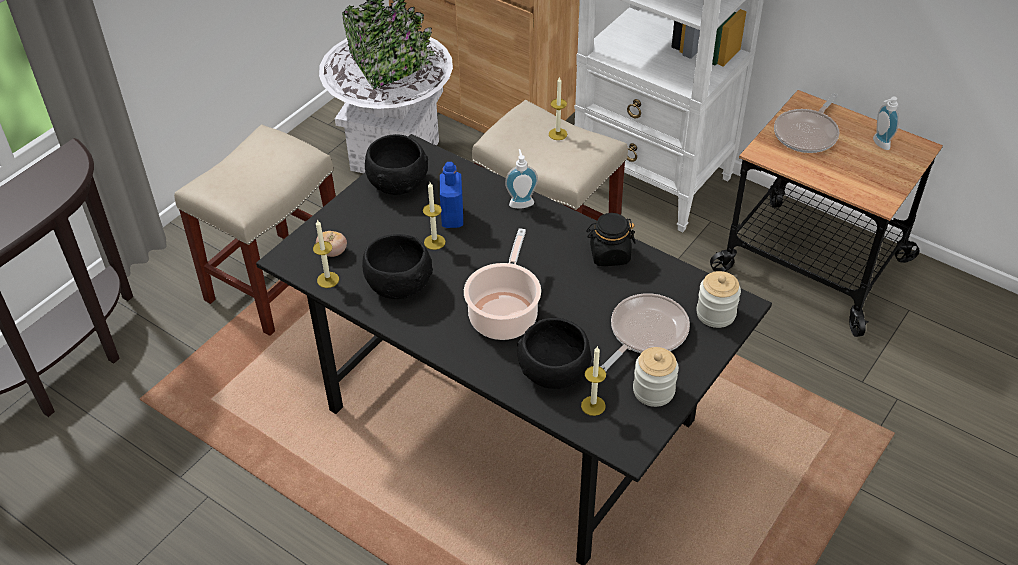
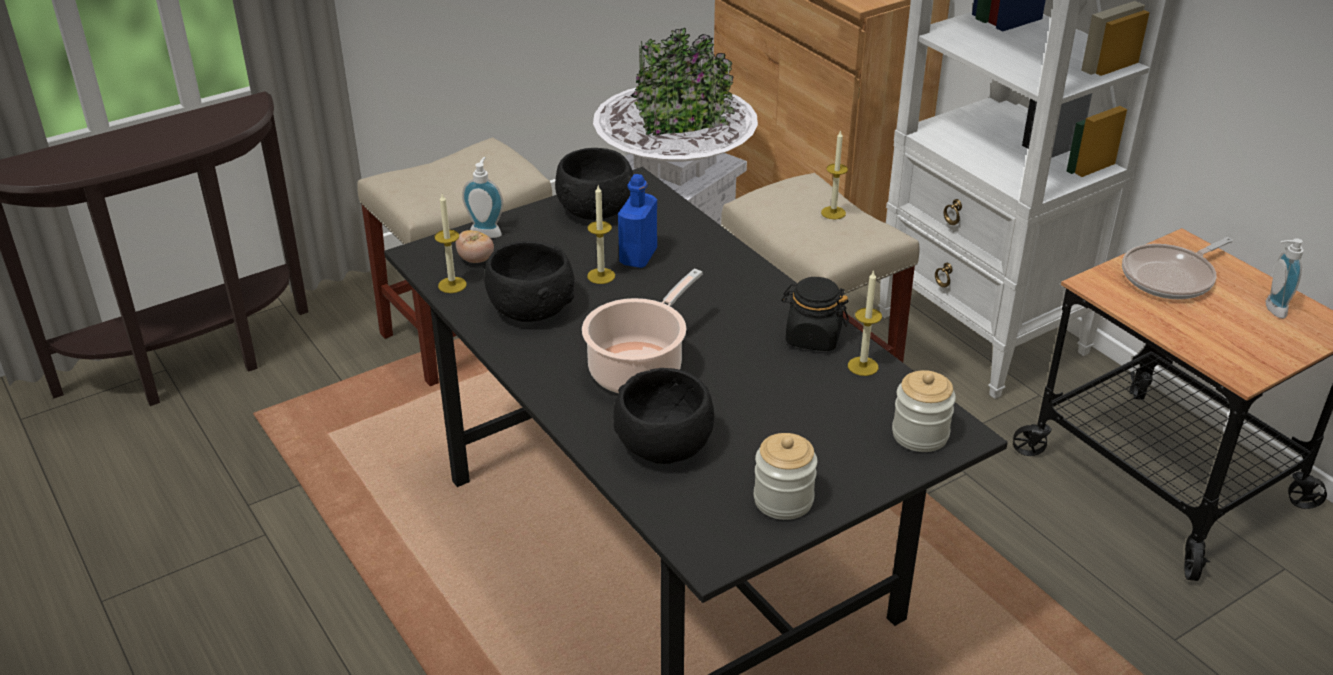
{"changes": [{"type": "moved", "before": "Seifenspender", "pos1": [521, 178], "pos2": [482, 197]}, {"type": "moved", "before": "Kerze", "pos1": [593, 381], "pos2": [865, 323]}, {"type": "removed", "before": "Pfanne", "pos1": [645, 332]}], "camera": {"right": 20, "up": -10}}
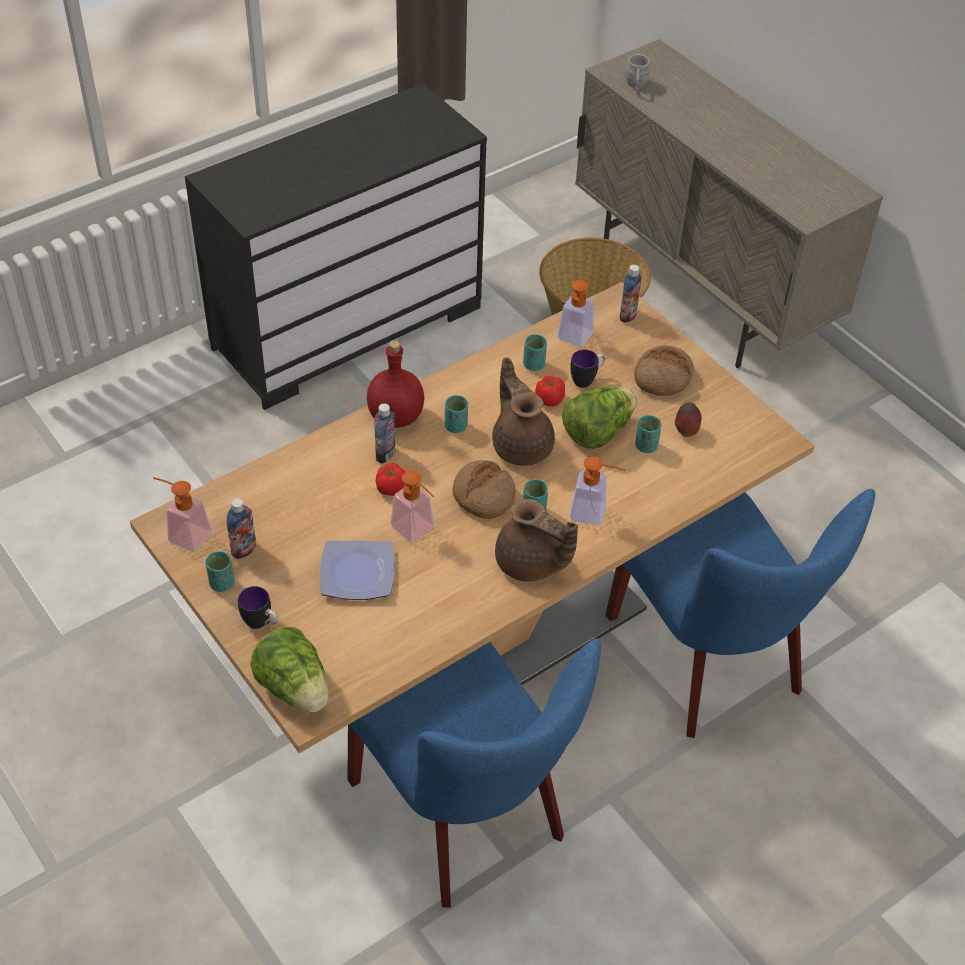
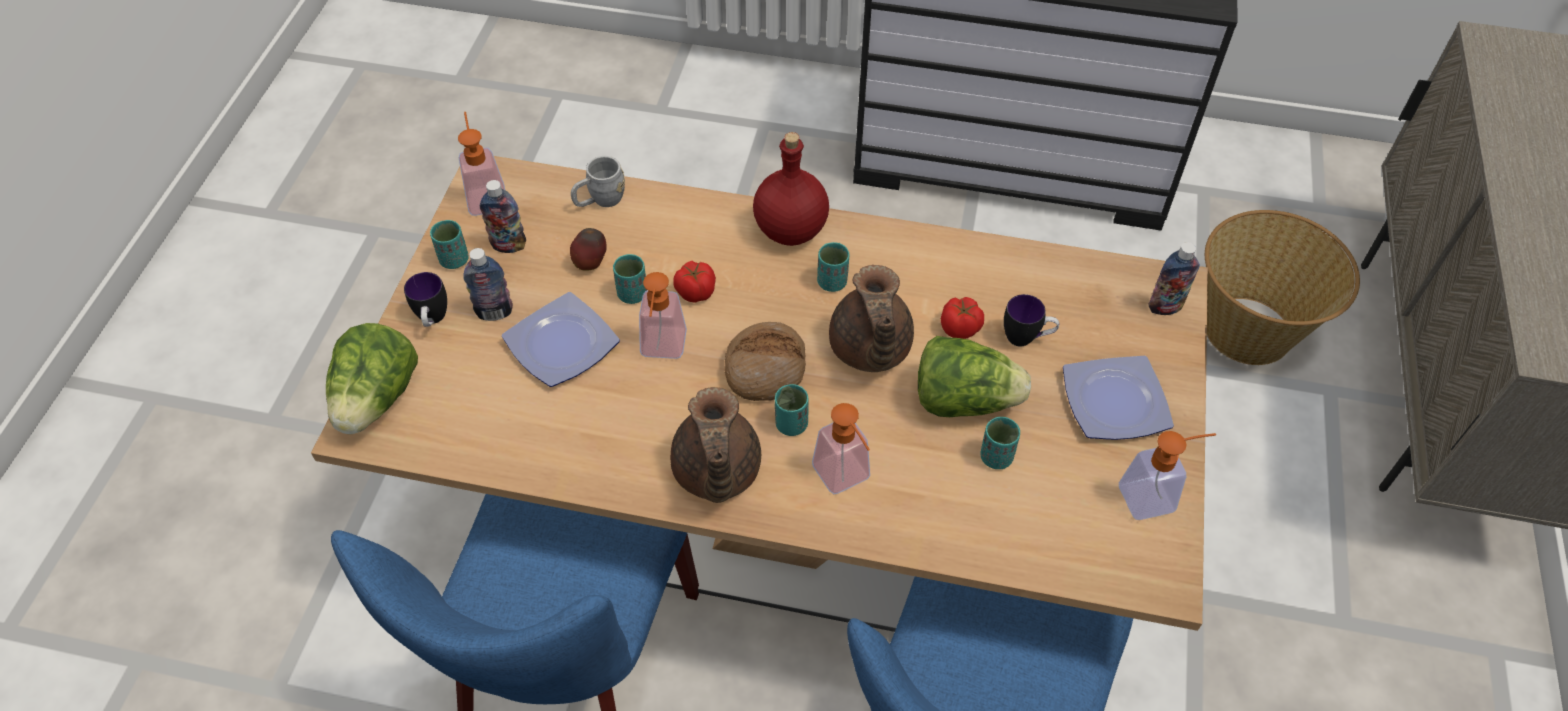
{"changes": [{"type": "moved", "before": "Flasche", "pos1": [384, 433], "pos2": [488, 284]}, {"type": "turned", "before": "Teekanne/braun", "pos1": [523, 411], "pos2": [871, 318], "turn": 150}, {"type": "moved", "before": "Tasse/türkis", "pos1": [535, 352], "pos2": [630, 279]}, {"type": "moved", "before": "Seifenspender", "pos1": [575, 308], "pos2": [1167, 475]}, {"type": "moved", "before": "Henkelbecher/grau", "pos1": [638, 72], "pos2": [598, 181]}, {"type": "replaced", "before": "Brot", "after": "Teller", "pos1": [664, 370], "pos2": [1118, 398]}, {"type": "moved", "before": "Apfel", "pos1": [688, 419], "pos2": [588, 249]}], "camera": {"right": 50, "up": 5}}
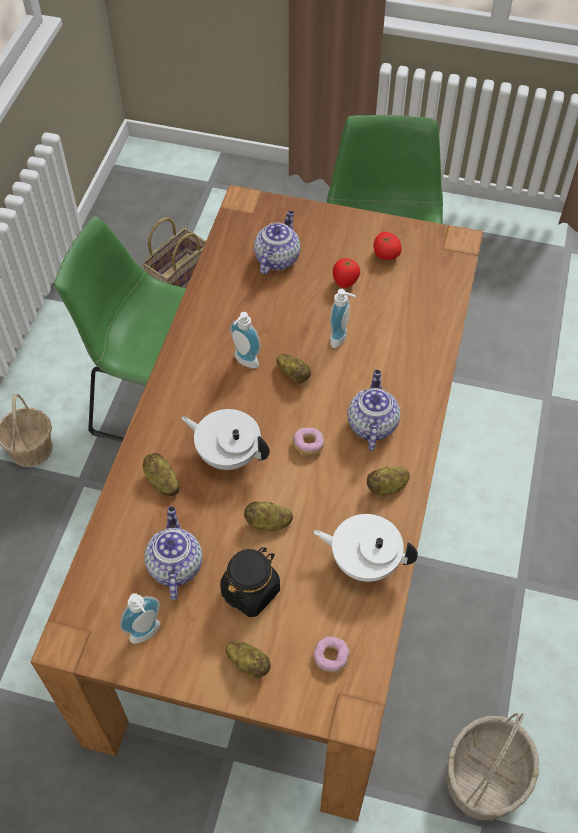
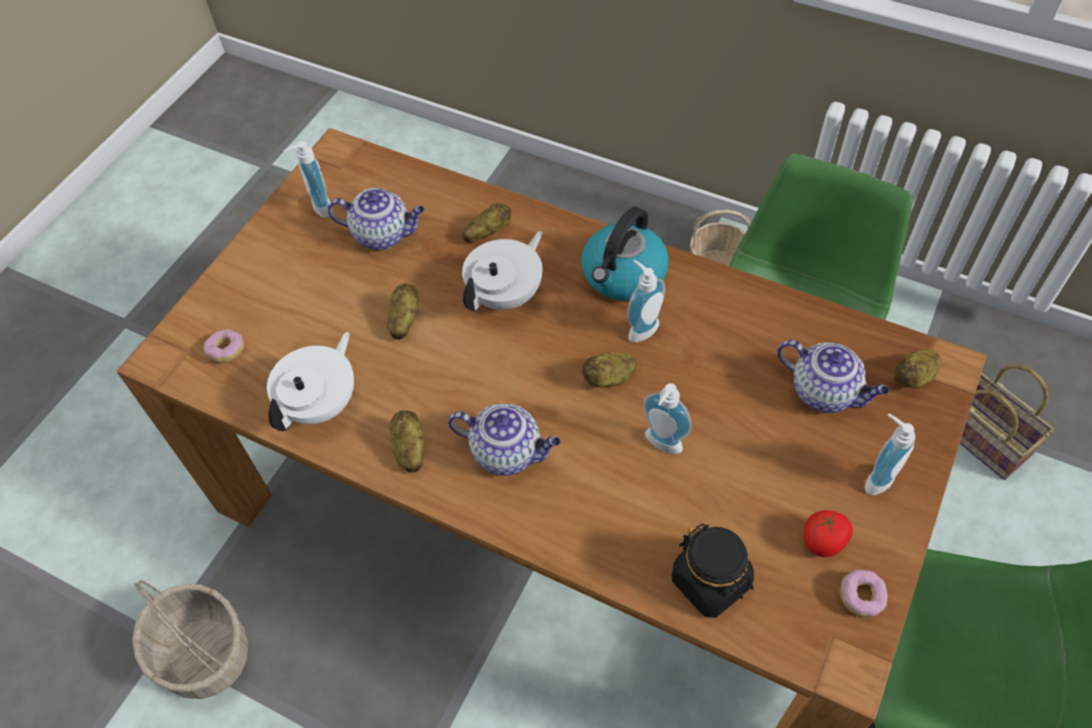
{"changes": [{"type": "moved", "before": "Vorratsglas/schwarz", "pos1": [250, 582], "pos2": [713, 571]}, {"type": "moved", "before": "Kartoffel", "pos1": [248, 660], "pos2": [917, 369]}, {"type": "moved", "before": "Donut", "pos1": [308, 441], "pos2": [863, 593]}, {"type": "removed", "before": "Tomate", "pos1": [346, 273]}, {"type": "added", "after": "Wasserkessel", "pos2": [625, 254]}, {"type": "added", "after": "Seifenspender", "pos2": [890, 454]}], "camera": {"right": 105, "up": 0}}
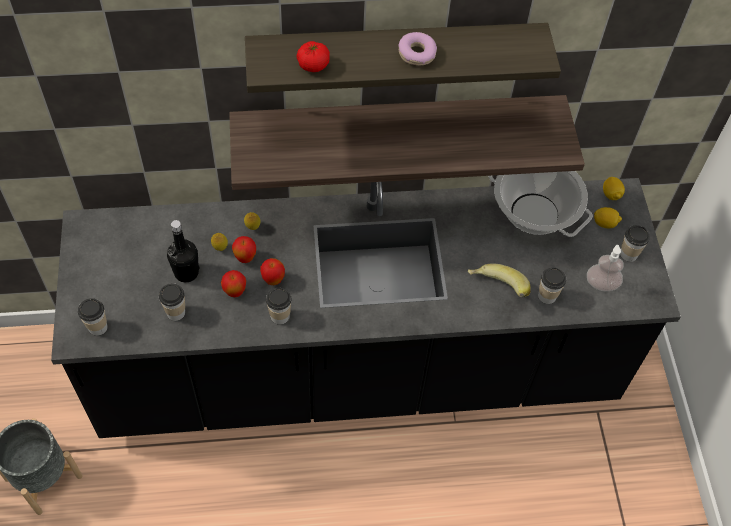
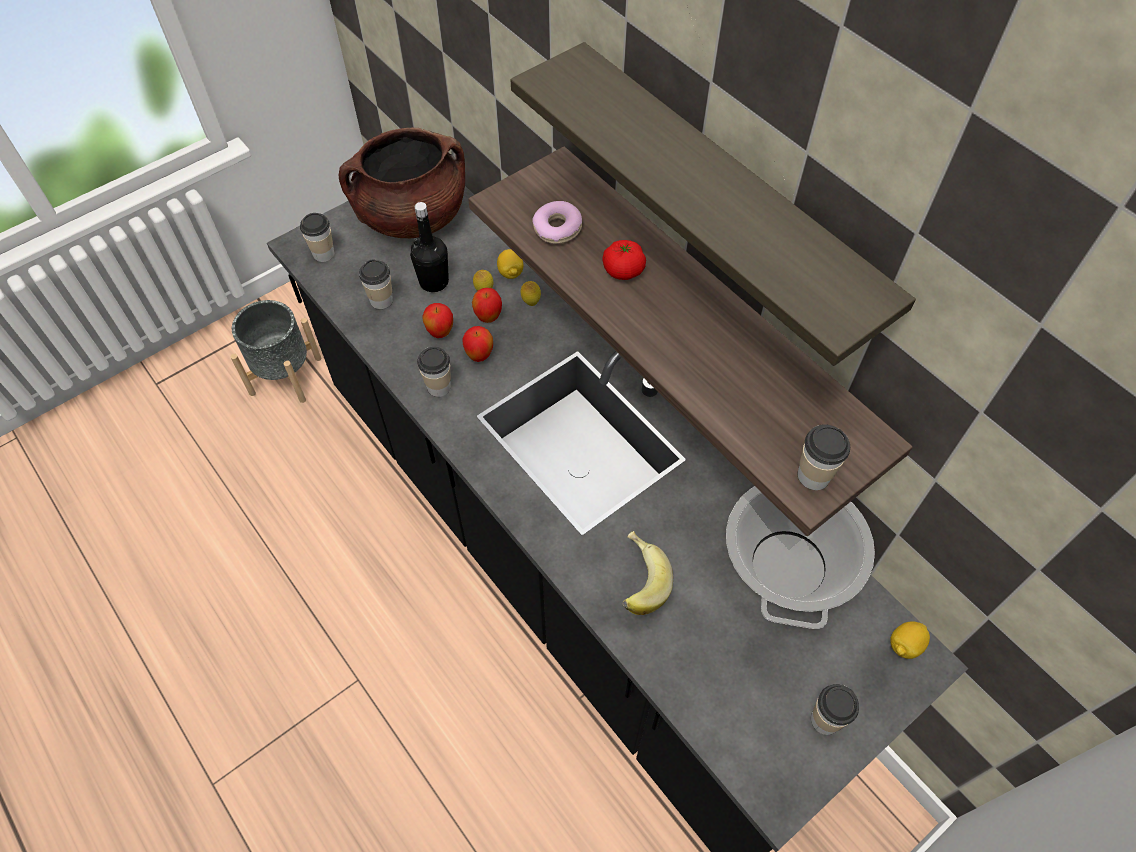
{"changes": [{"type": "moved", "before": "Tomate", "pos1": [313, 56], "pos2": [624, 260]}, {"type": "moved", "before": "Donut", "pos1": [418, 48], "pos2": [557, 222]}, {"type": "moved", "before": "Tasse", "pos1": [552, 286], "pos2": [824, 457]}, {"type": "removed", "before": "Seifenspender", "pos1": [605, 268]}, {"type": "moved", "before": "Zitrone", "pos1": [608, 217], "pos2": [510, 264]}, {"type": "added", "after": "Kochtopf/braun", "pos2": [402, 182]}], "camera": {"right": 60, "up": 0}}
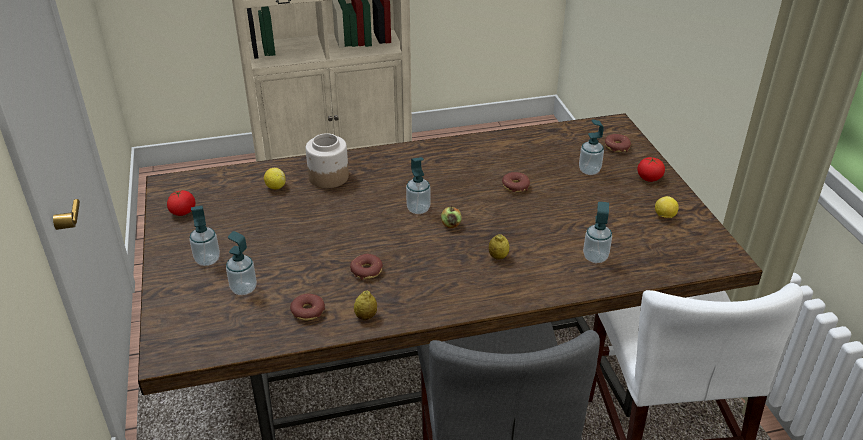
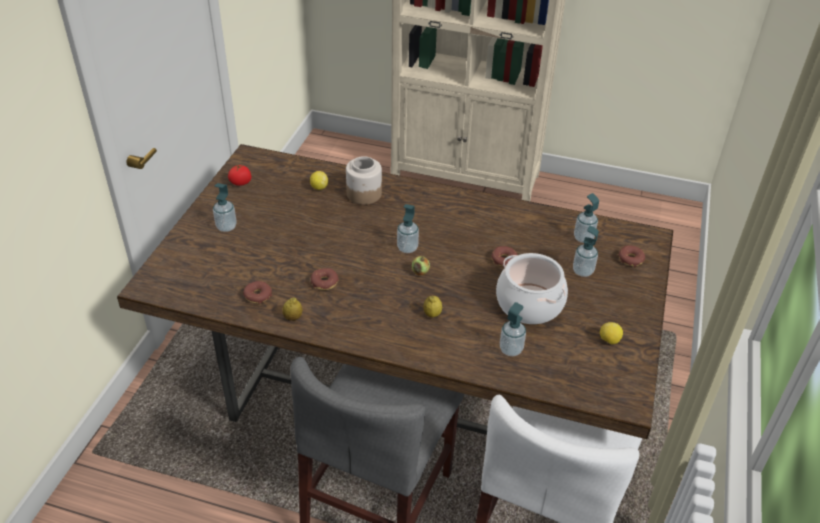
{"changes": [{"type": "moved", "before": "Seifenspender", "pos1": [241, 263], "pos2": [586, 218]}, {"type": "removed", "before": "Tomate", "pos1": [651, 169]}, {"type": "added", "after": "Kochtopf", "pos2": [532, 288]}], "camera": {"right": 30, "up": 5}}
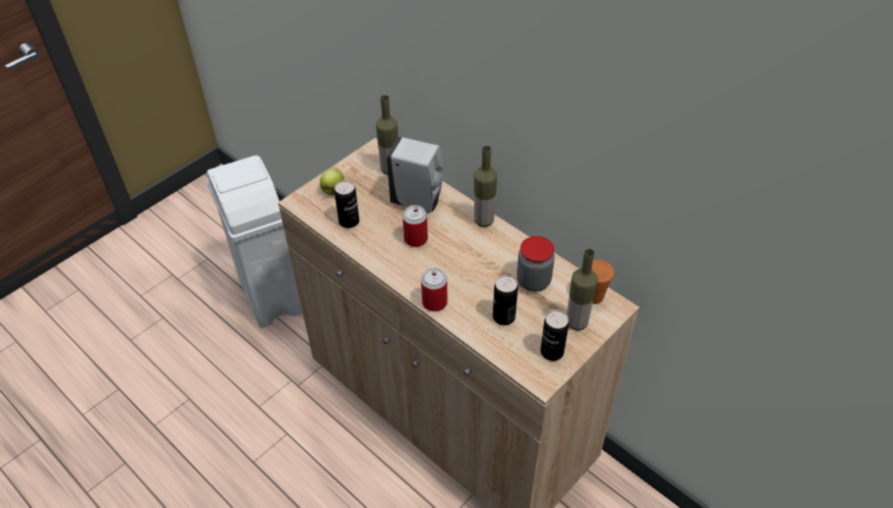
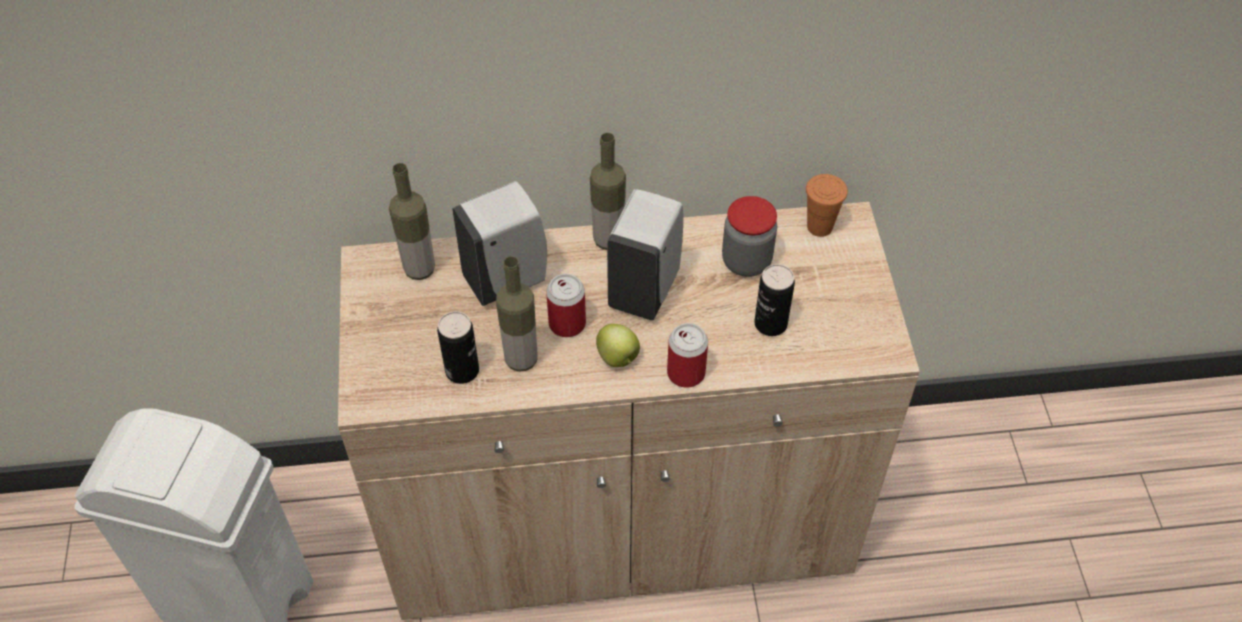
{"changes": [{"type": "moved", "before": "Apfel", "pos1": [332, 182], "pos2": [618, 345]}, {"type": "removed", "before": "Dose", "pos1": [554, 335]}, {"type": "moved", "before": "Flasche", "pos1": [582, 290], "pos2": [517, 314]}, {"type": "added", "after": "Seifenspender/weiß", "pos2": [645, 254]}], "camera": {"right": -50, "up": 5}}
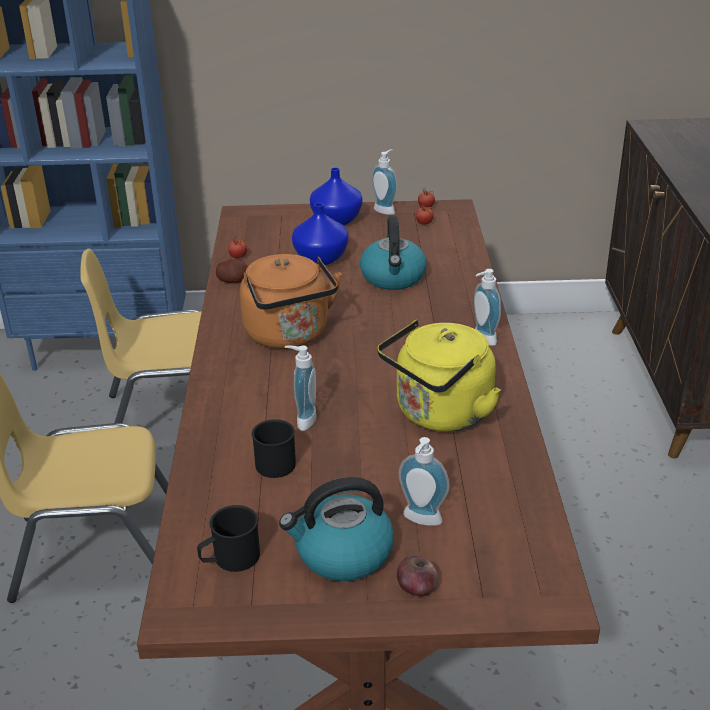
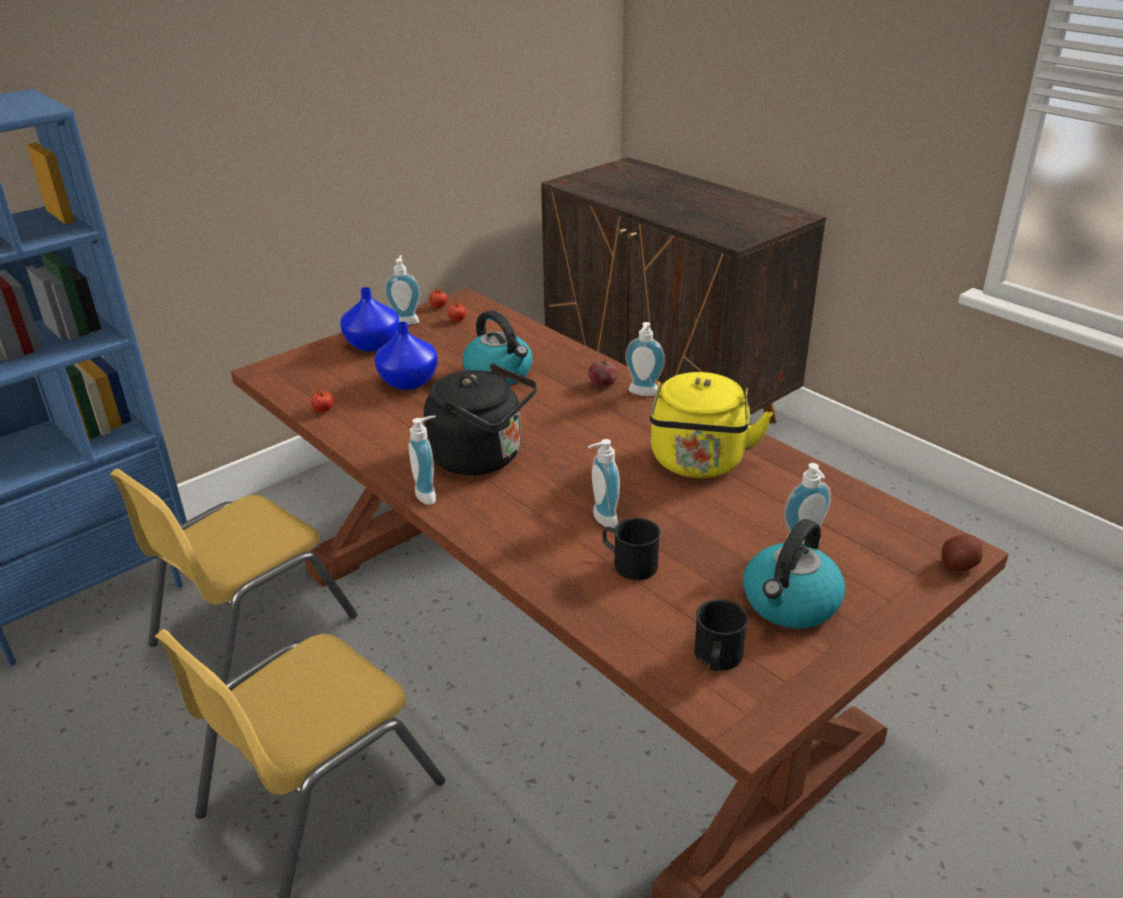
{"changes": [{"type": "moved", "before": "Kartoffel", "pos1": [232, 271], "pos2": [962, 553]}, {"type": "recoloured", "before": "Wasserkessel/orange", "after": "Wasserkessel/schwarz", "pos1": [291, 301], "pos2": [480, 419]}, {"type": "moved", "before": "Apfel", "pos1": [417, 576], "pos2": [602, 372]}, {"type": "added", "after": "Seifenspender", "pos2": [422, 460]}], "camera": {"right": -40, "up": 0}}
